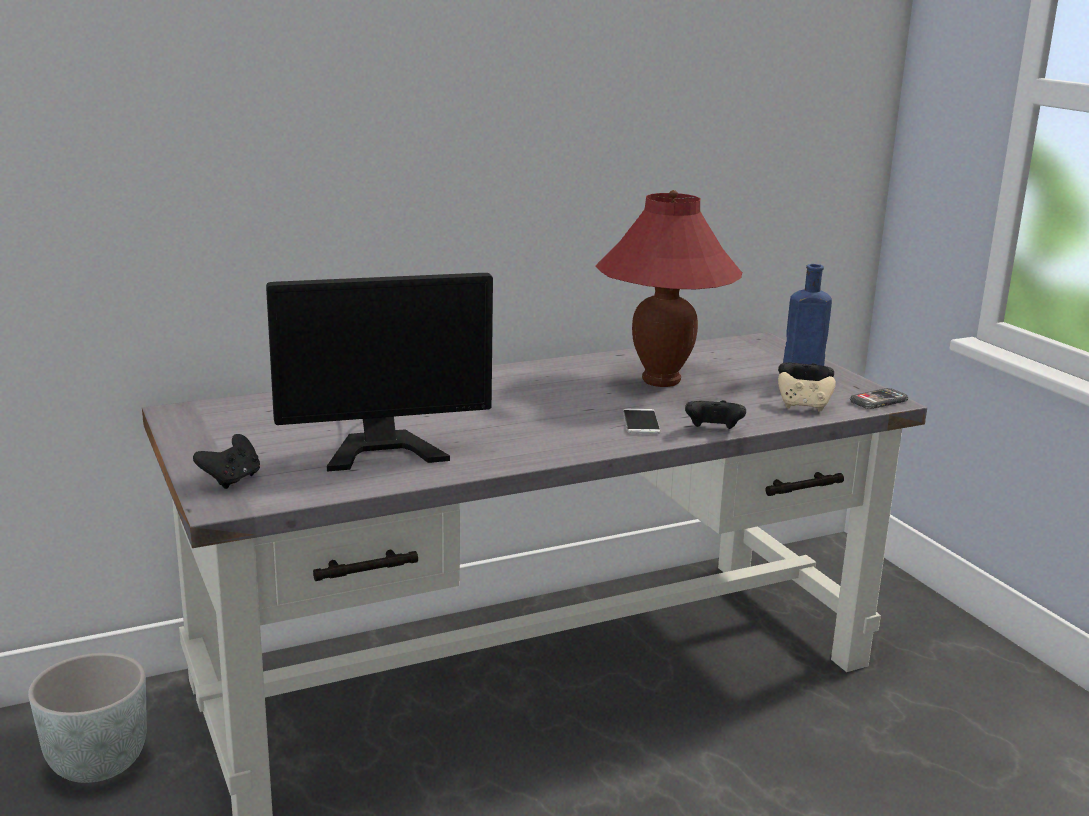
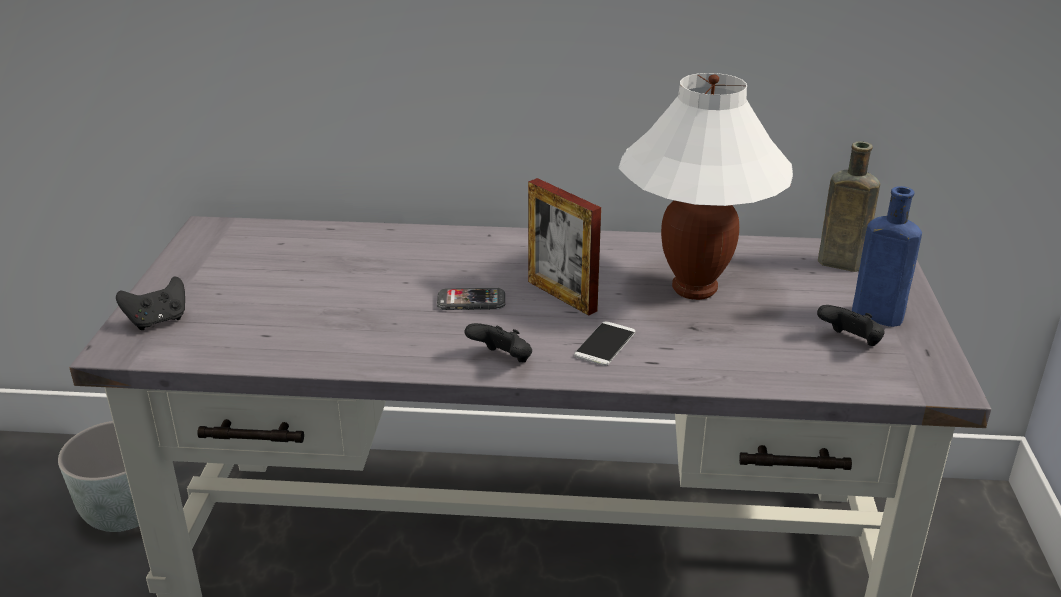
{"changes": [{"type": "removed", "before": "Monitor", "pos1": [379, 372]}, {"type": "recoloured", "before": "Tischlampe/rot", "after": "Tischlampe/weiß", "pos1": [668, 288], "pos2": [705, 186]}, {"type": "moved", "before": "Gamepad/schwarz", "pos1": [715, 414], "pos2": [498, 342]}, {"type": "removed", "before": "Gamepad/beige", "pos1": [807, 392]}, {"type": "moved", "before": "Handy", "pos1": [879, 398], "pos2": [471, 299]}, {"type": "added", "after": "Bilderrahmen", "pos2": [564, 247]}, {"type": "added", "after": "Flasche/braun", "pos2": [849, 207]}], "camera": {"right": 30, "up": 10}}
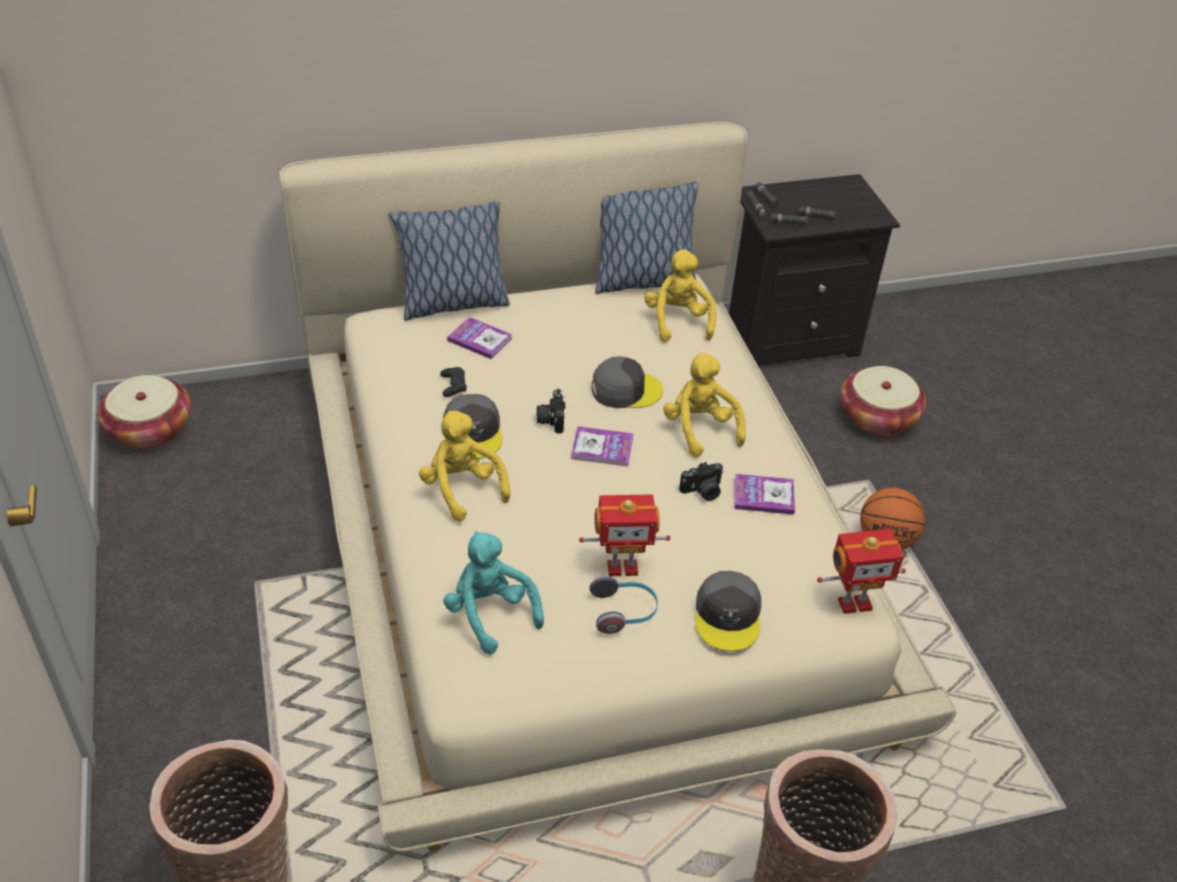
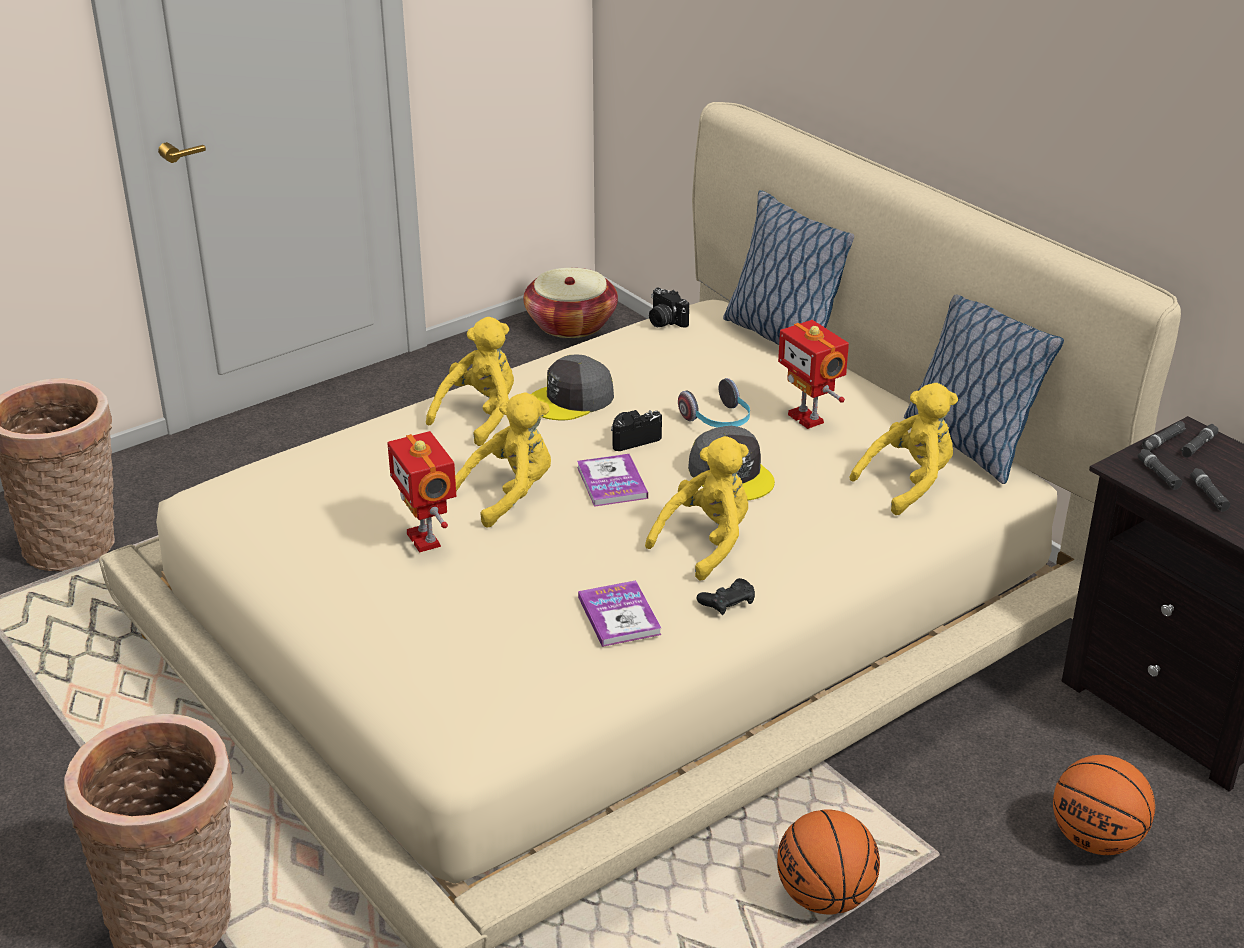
{"changes": [{"type": "moved", "before": "Gamepad/schwarz", "pos1": [453, 382], "pos2": [726, 596]}, {"type": "removed", "before": "Plüschtier/türkis", "pos1": [493, 592]}, {"type": "removed", "before": "Buch", "pos1": [480, 338]}, {"type": "moved", "before": "Kopfhörer", "pos1": [623, 605], "pos2": [714, 403]}, {"type": "moved", "before": "Kamera", "pos1": [701, 481], "pos2": [669, 307]}, {"type": "removed", "before": "Kappe/grau", "pos1": [728, 611]}, {"type": "moved", "before": "Spielzeugroboter", "pos1": [861, 571], "pos2": [813, 374]}, {"type": "replaced", "before": "Korb", "after": "Basketball", "pos1": [883, 401], "pos2": [1104, 805]}, {"type": "added", "after": "Plüschtier/gelb", "pos2": [503, 459]}], "camera": {"right": 70, "up": -10}}
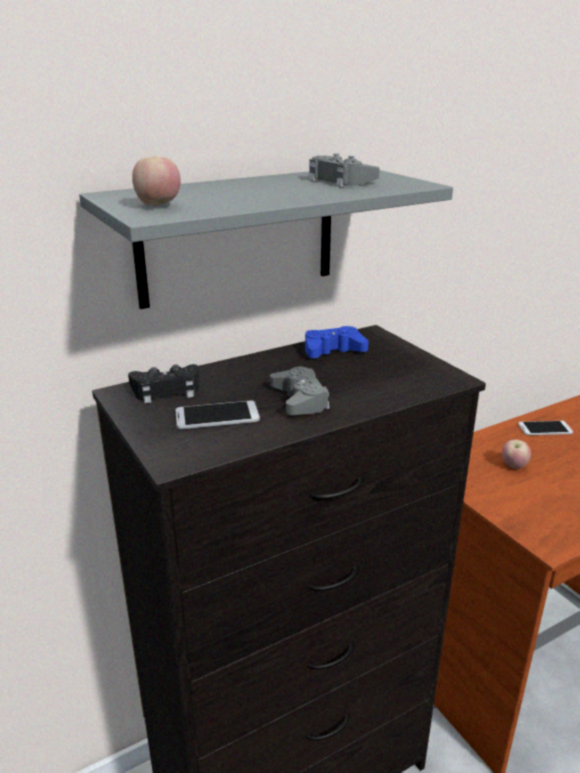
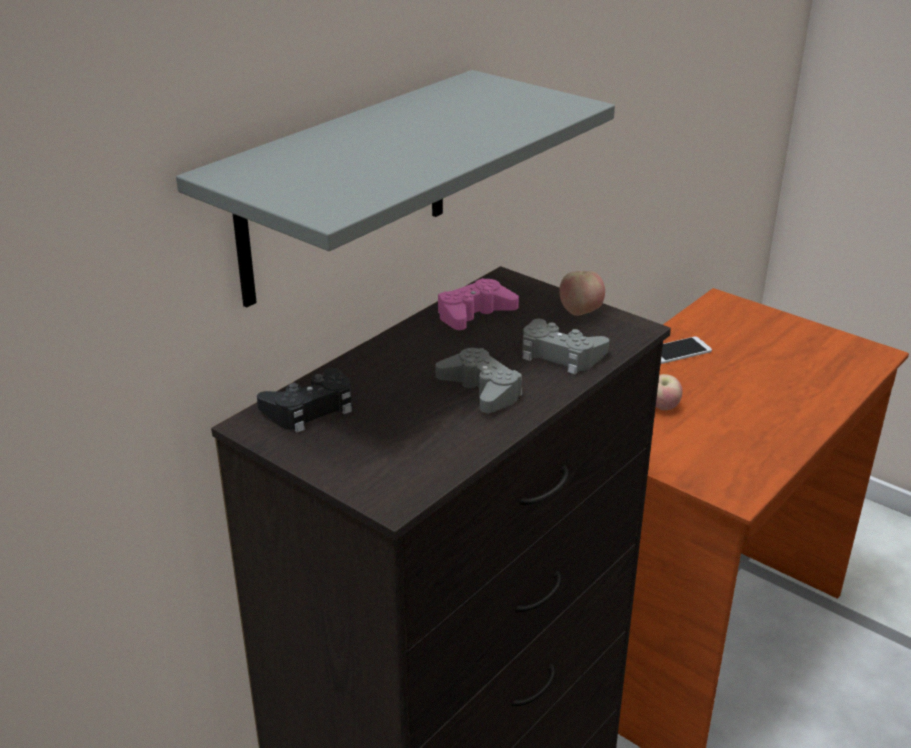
{"changes": [{"type": "moved", "before": "Apfel", "pos1": [156, 181], "pos2": [582, 293]}, {"type": "removed", "before": "Handy", "pos1": [217, 415]}, {"type": "recoloured", "before": "Gamepad/blau", "after": "Gamepad/rosa", "pos1": [337, 342], "pos2": [478, 304]}, {"type": "moved", "before": "Gamepad/grau", "pos1": [344, 170], "pos2": [565, 346]}], "camera": {"right": -20, "up": 5}}
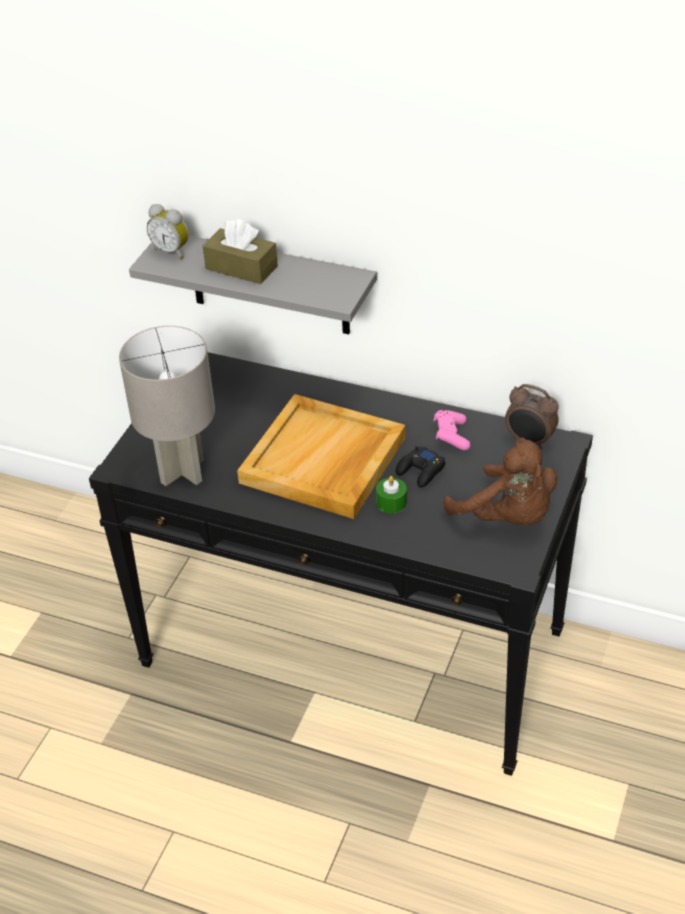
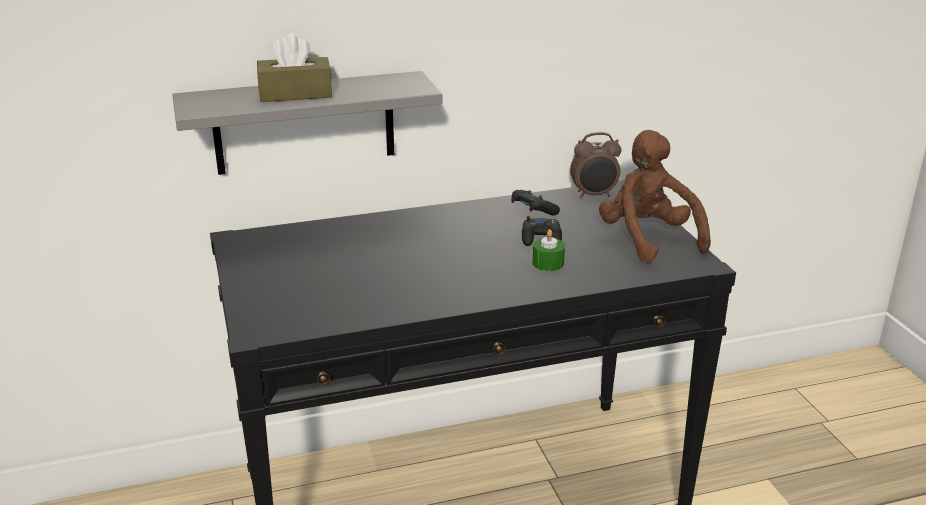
{"changes": [{"type": "removed", "before": "Tischlampe/grau", "pos1": [167, 406]}, {"type": "removed", "before": "Wecker", "pos1": [168, 231]}, {"type": "removed", "before": "Tablett/beige", "pos1": [321, 456]}, {"type": "recoloured", "before": "Gamepad/rosa", "after": "Gamepad/schwarz", "pos1": [452, 430], "pos2": [535, 203]}, {"type": "turned", "before": "Plüschtier/braun", "pos1": [500, 481], "pos2": [655, 196], "turn": -120}], "camera": {"right": -40, "up": -15}}
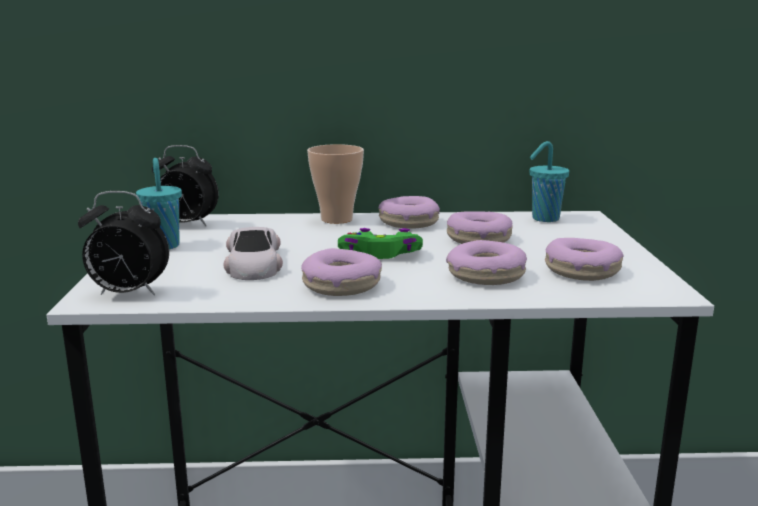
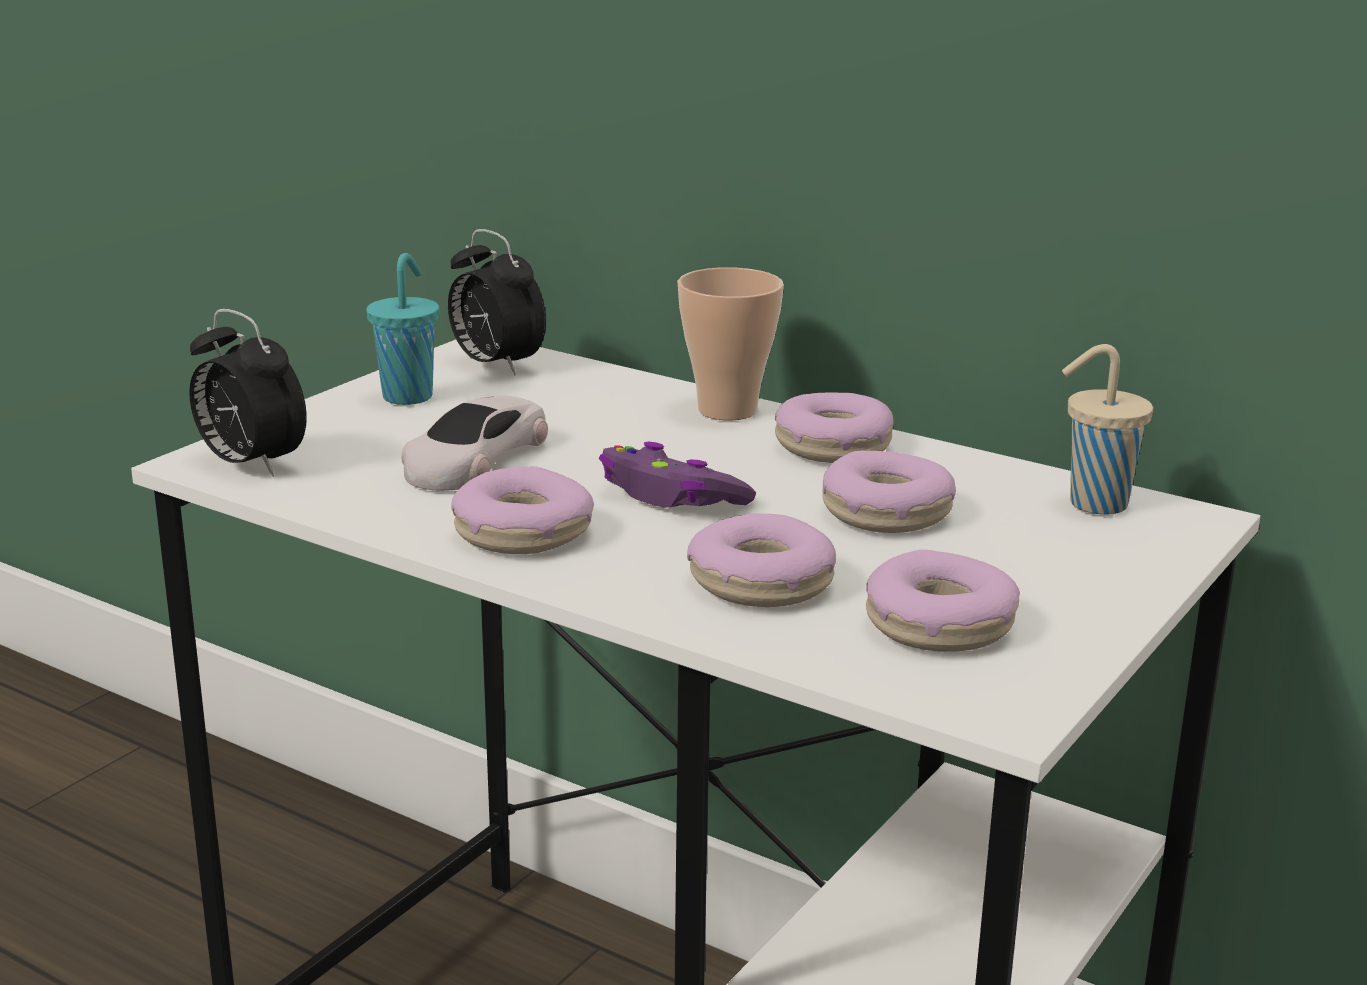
{"changes": [{"type": "recoloured", "before": "Gamepad/grün", "after": "Gamepad/lila", "pos1": [380, 243], "pos2": [677, 475]}, {"type": "recoloured", "before": "Tasse/türkis", "after": "Tasse/beige", "pos1": [549, 181], "pos2": [1107, 429]}], "camera": {"right": 35, "up": 5}}
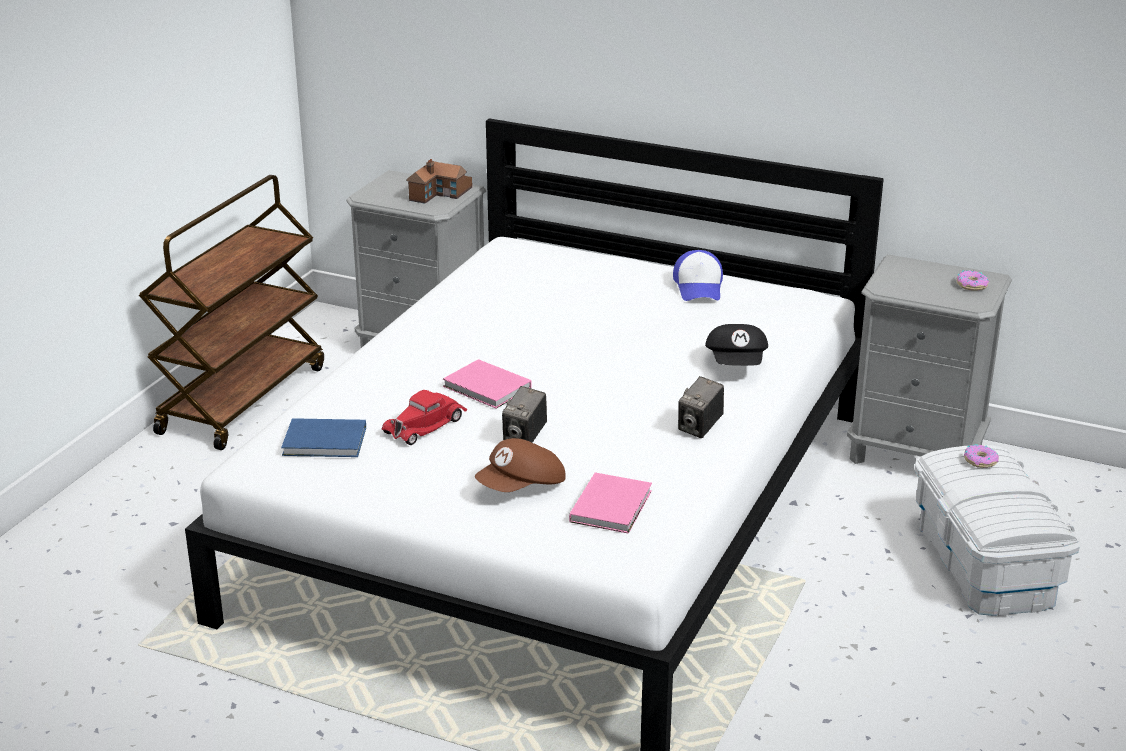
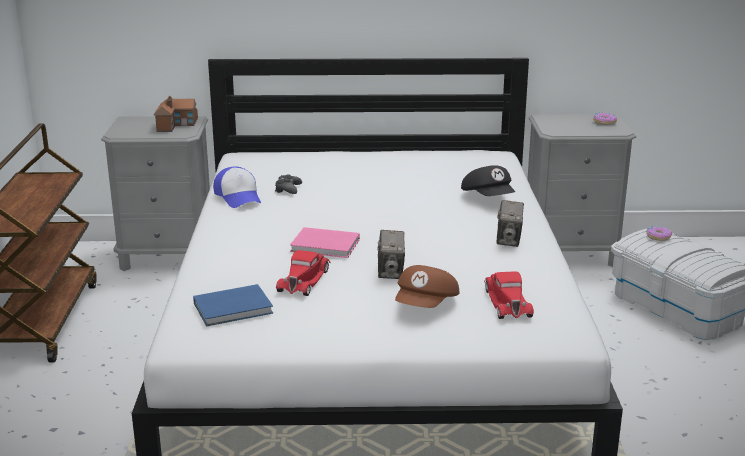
{"changes": [{"type": "replaced", "before": "Buch/rosa", "after": "Spielzeugauto/rot", "pos1": [610, 503], "pos2": [509, 295]}, {"type": "moved", "before": "Kappe", "pos1": [698, 275], "pos2": [237, 187]}, {"type": "added", "after": "Gamepad/schwarz", "pos2": [288, 184]}], "camera": {"right": -25, "up": -5}}
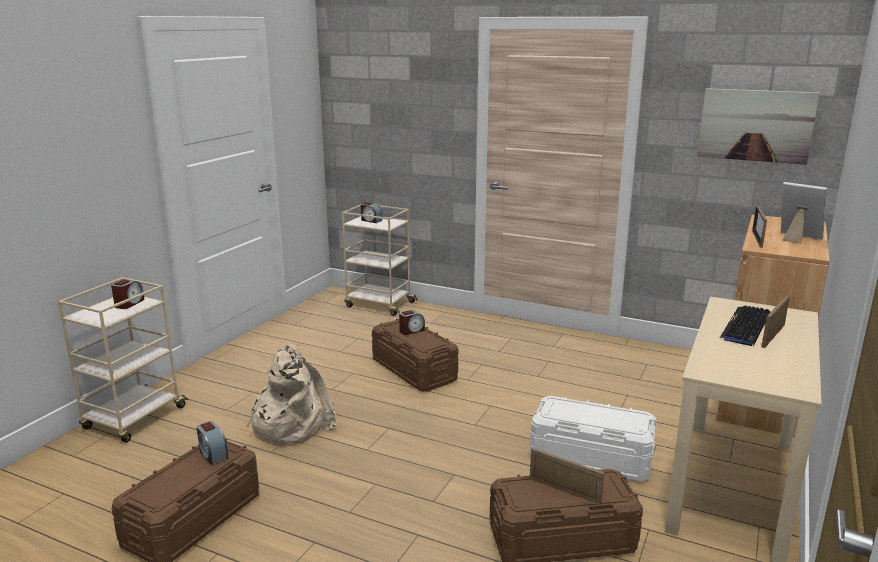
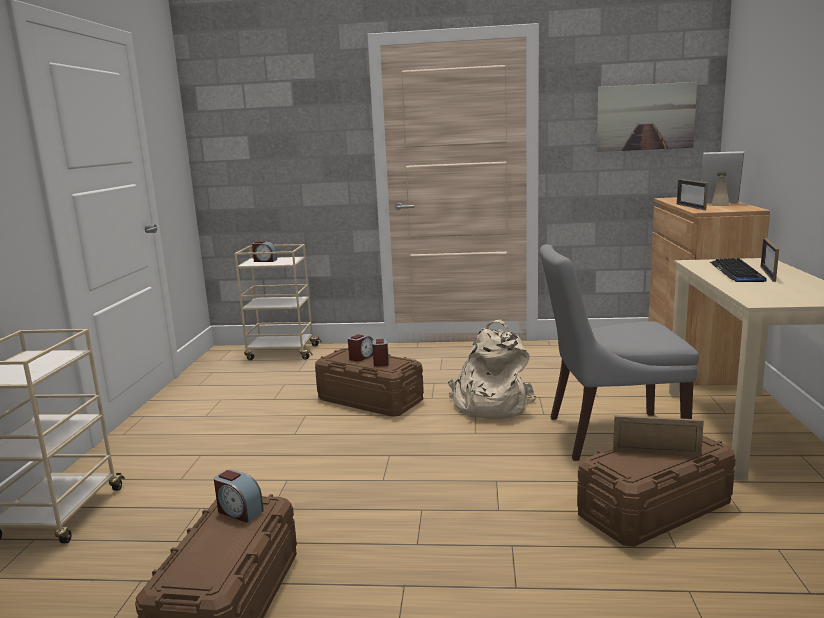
{"changes": [{"type": "moved", "before": "Wecker", "pos1": [128, 294], "pos2": [380, 353]}, {"type": "moved", "before": "Rucksack/beige", "pos1": [291, 394], "pos2": [492, 369]}, {"type": "replaced", "before": "Aufbewahrungsbox/weiß", "after": "Stuhl/grau", "pos1": [593, 439], "pos2": [619, 352]}], "camera": {"right": -20, "up": -5}}
